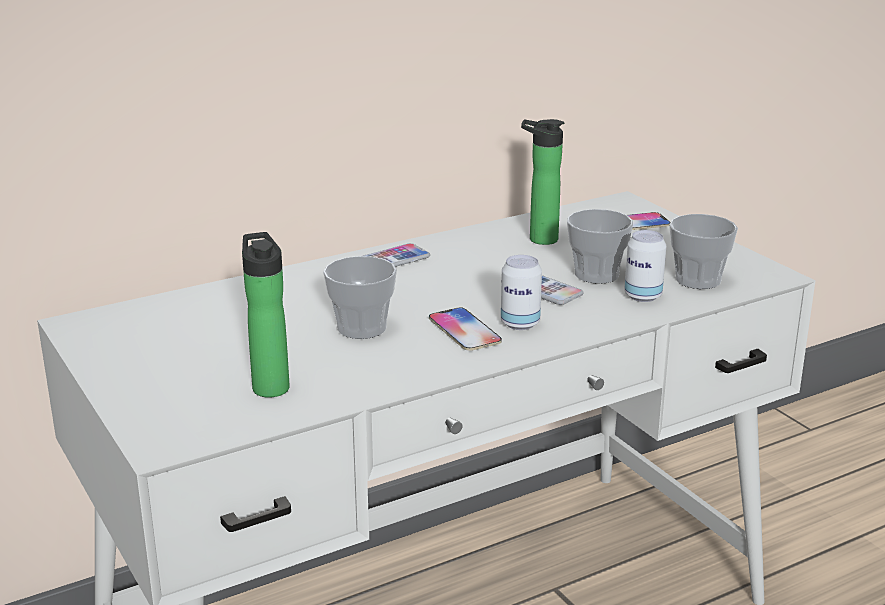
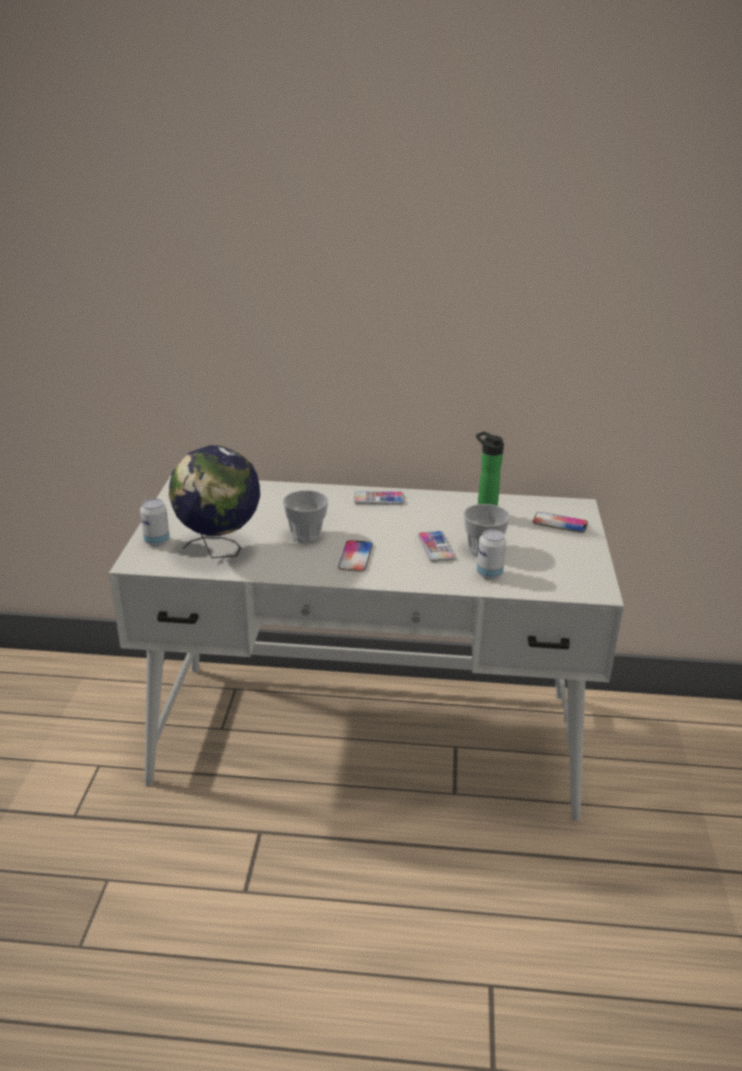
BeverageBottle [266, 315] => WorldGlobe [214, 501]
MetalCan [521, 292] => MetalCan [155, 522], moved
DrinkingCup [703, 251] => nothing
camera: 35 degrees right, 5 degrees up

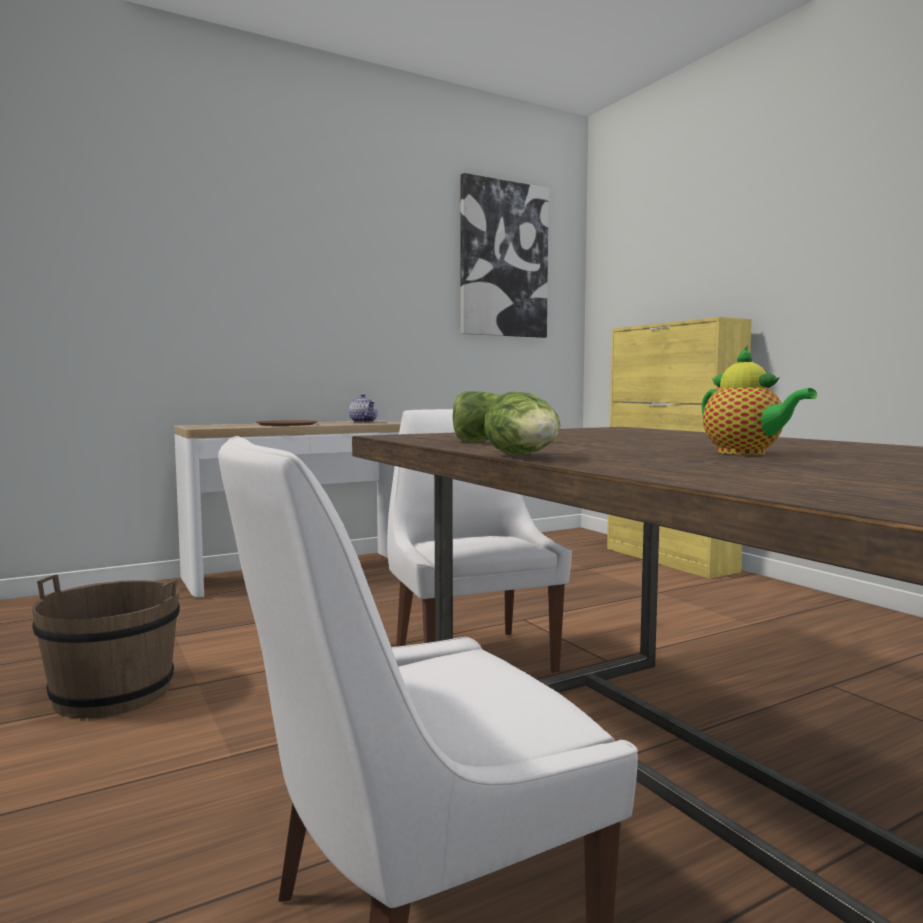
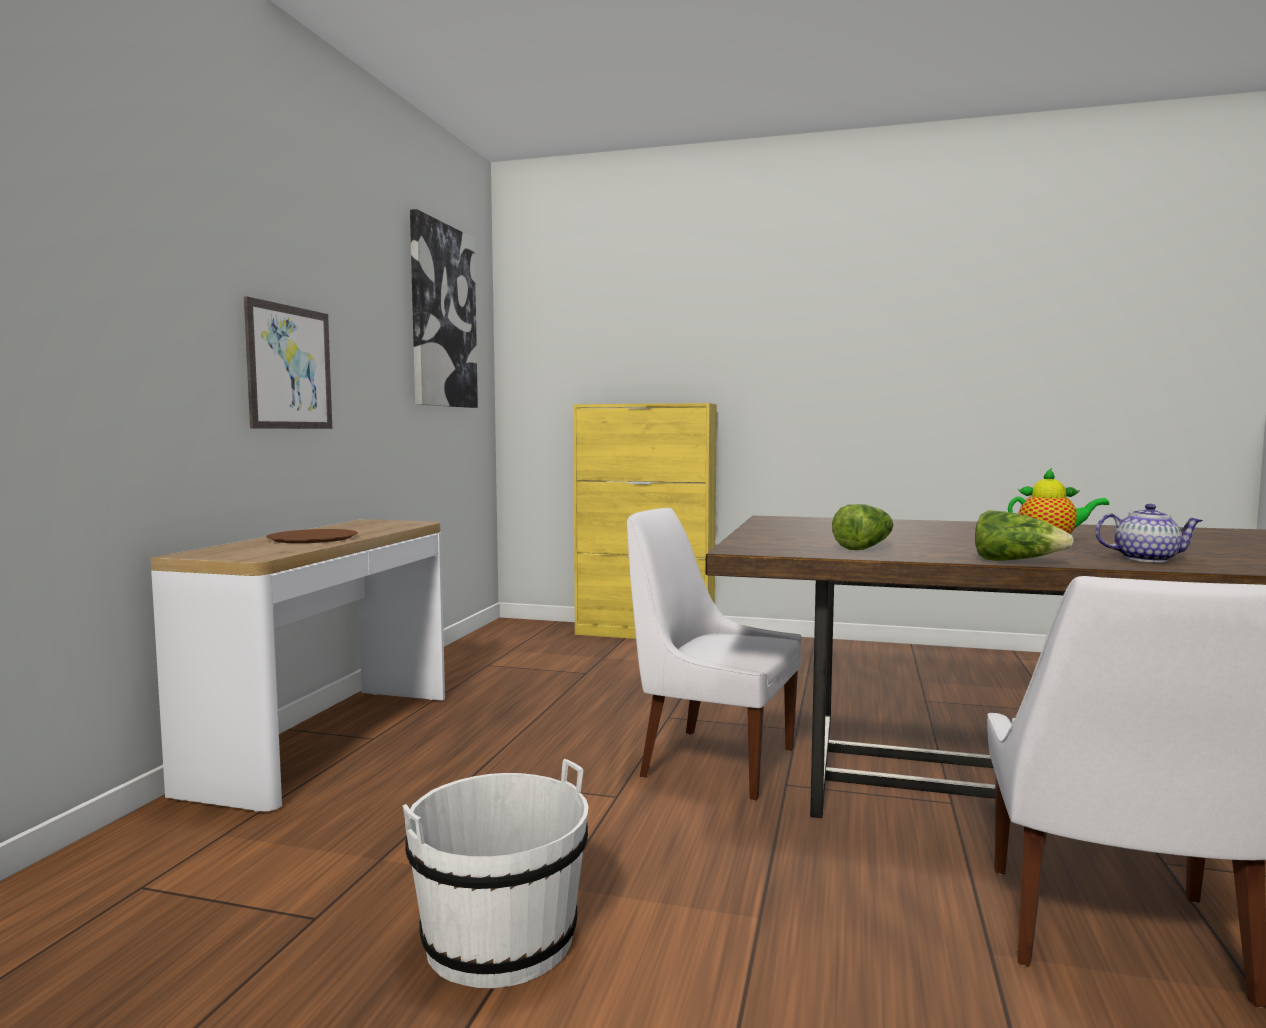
BrownishWaterBucket [106, 646] => WhiteColouredWaterBucket [496, 873]
TeaPot [363, 408] => TeaPot [1149, 533], moved
nothing => WallPicture [288, 362]
camera: 45 degrees left, 0 degrees up

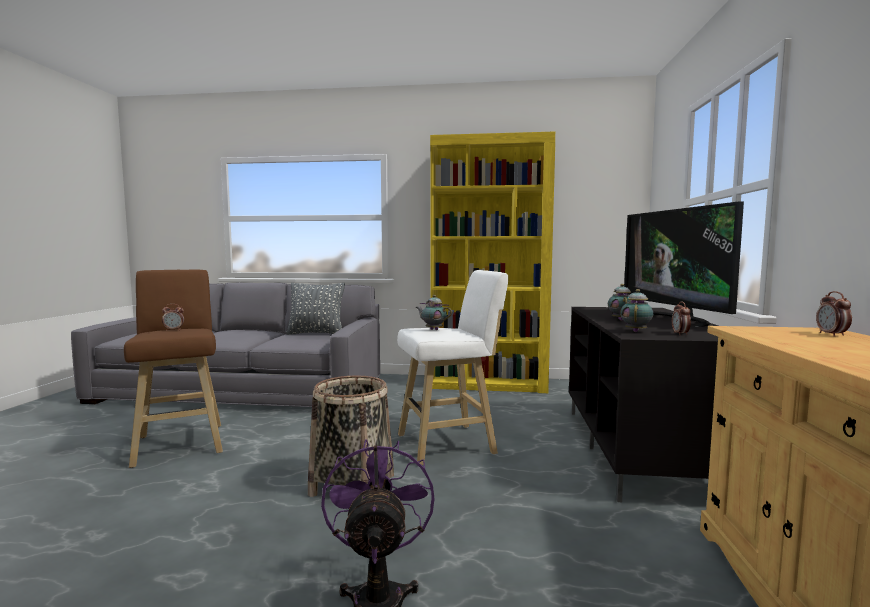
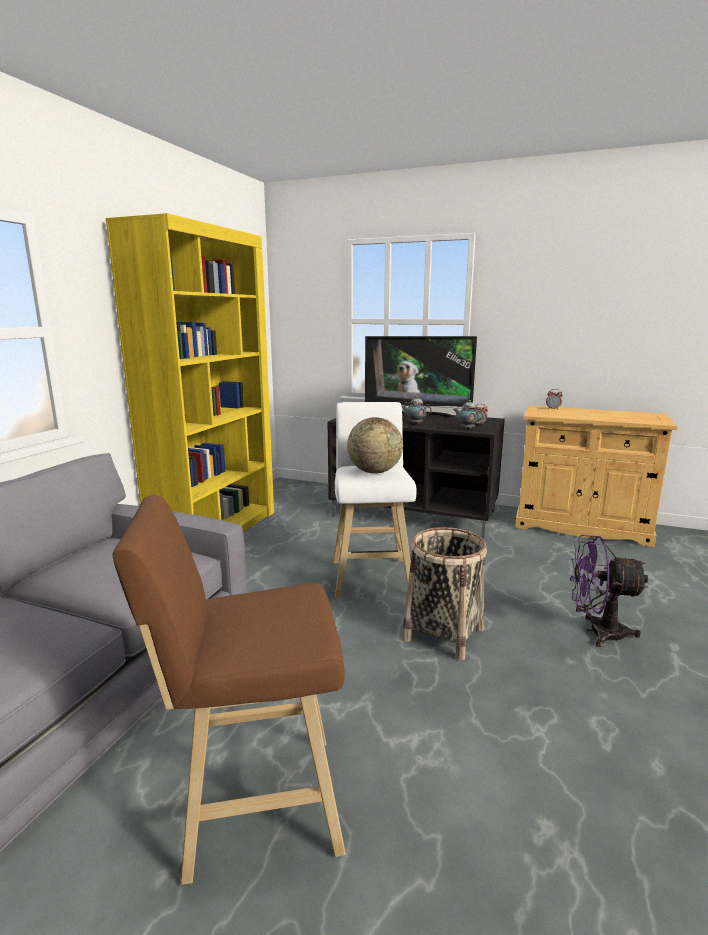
TableClock [173, 317] => nothing
GreyishPillow [315, 309] => nothing
TeaPot [434, 312] => WorldGlobe [375, 445]
camera: 75 degrees left, 10 degrees up

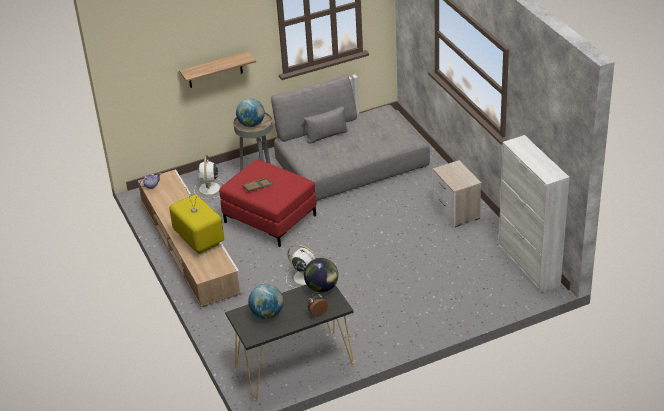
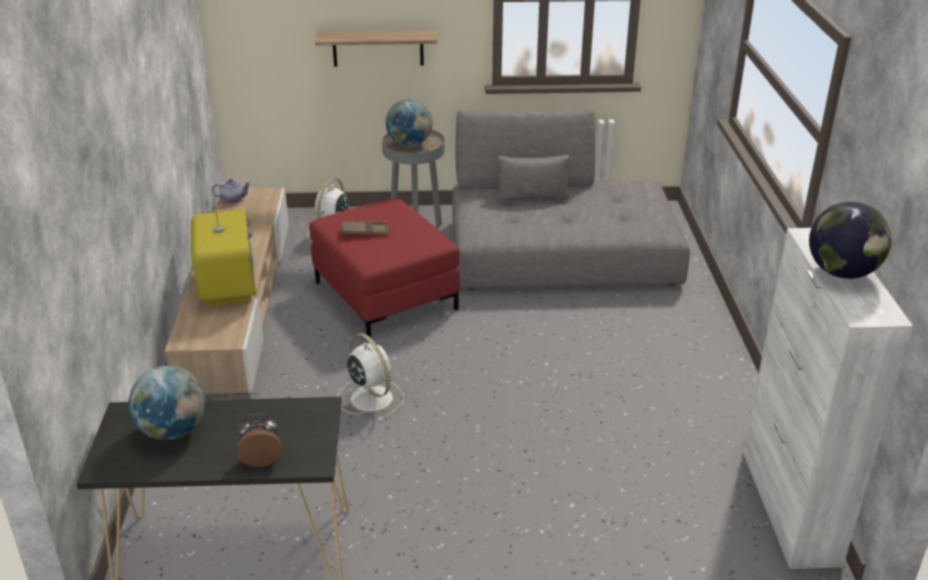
WorldGlobe [321, 275] => WorldGlobe [850, 240], moved
BedsideTable [457, 193] => nothing
camera: 20 degrees right, 5 degrees down

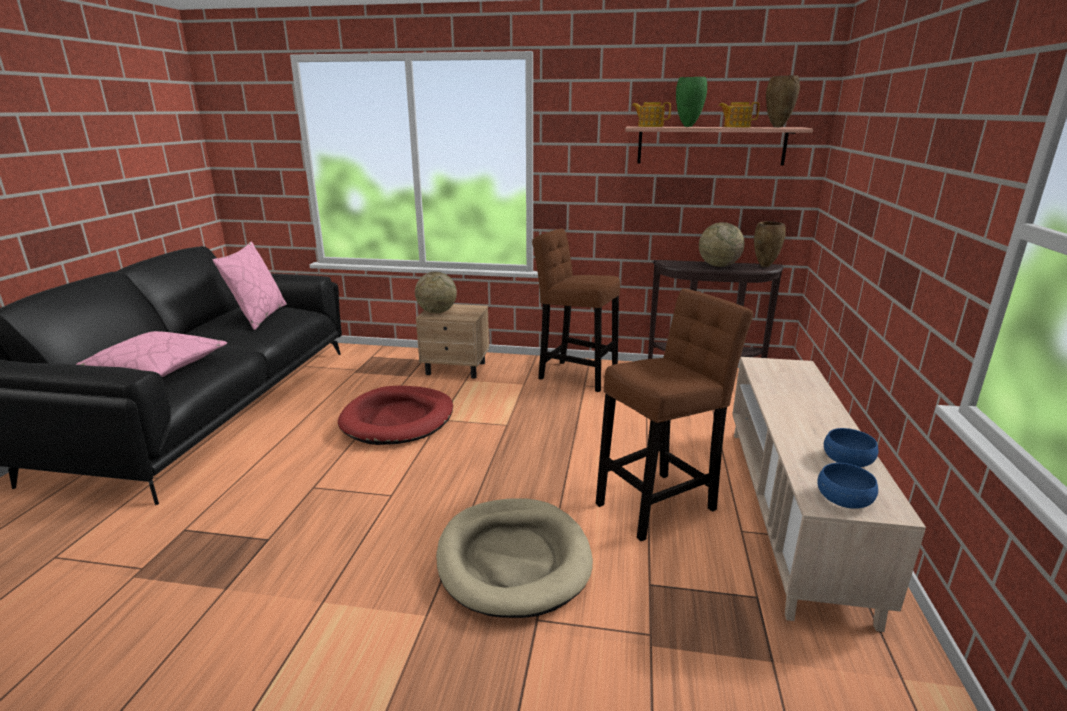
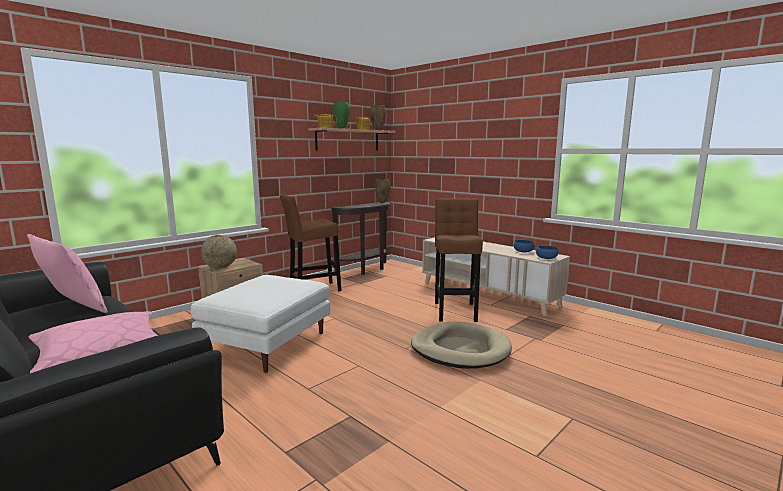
RedColouredDogCushion [395, 415] => WhiteColouredOttoman [260, 324]
WorldGlobe [721, 244] => nothing
camera: 55 degrees left, 10 degrees down

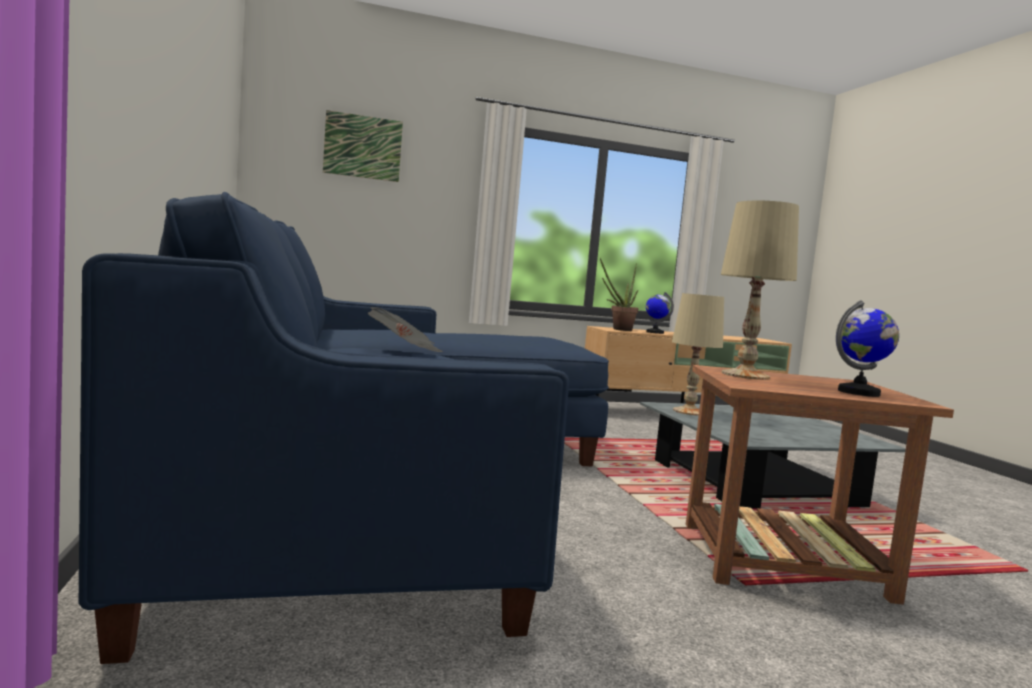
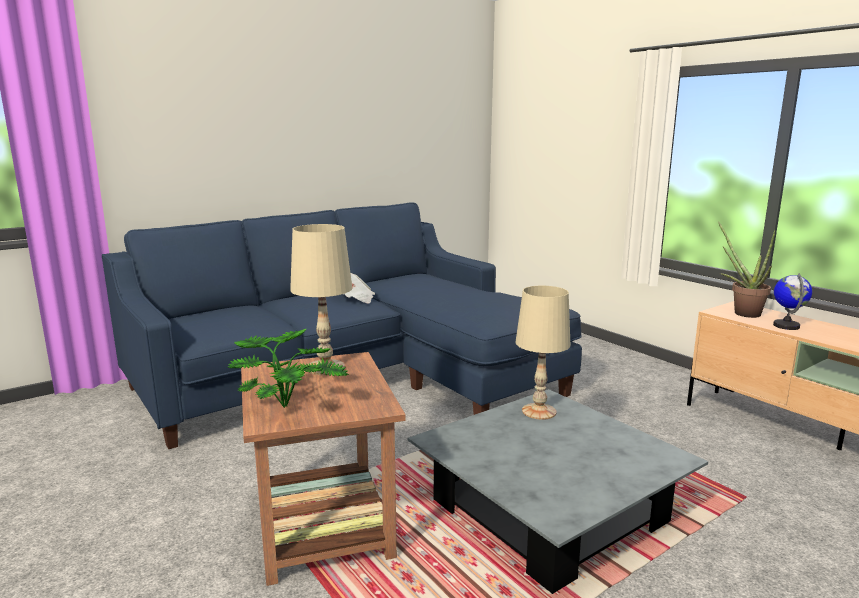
WallPicture [363, 146] => nothing
WorldGlobe [867, 348] => PottedPlant [288, 368]
camera: 70 degrees right, 10 degrees up

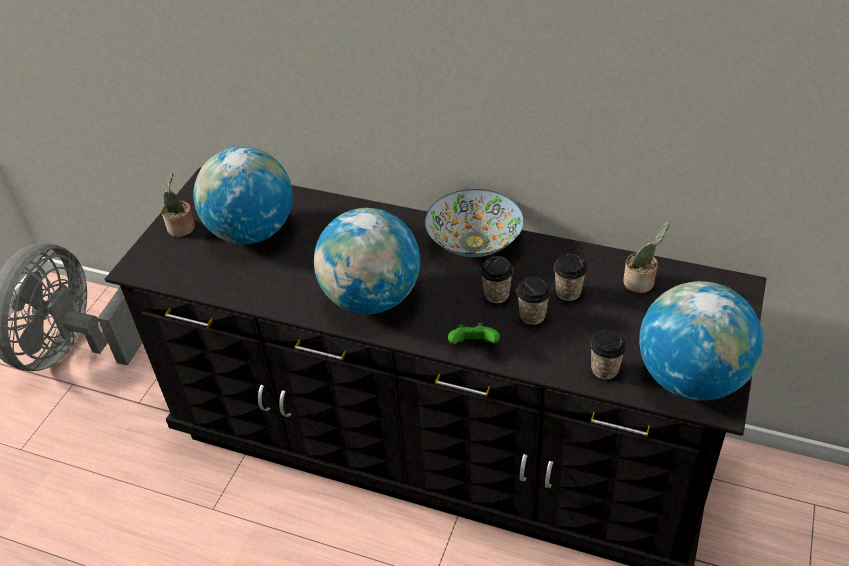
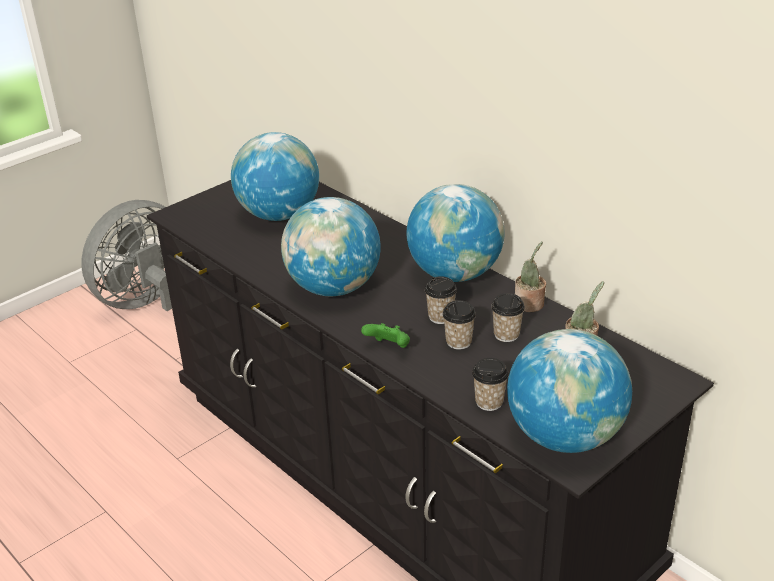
PottedPlant [178, 205] => PottedPlant [530, 277], moved
Bowl [474, 223] => WorldGlobe [455, 233]
camera: 25 degrees right, 10 degrees down

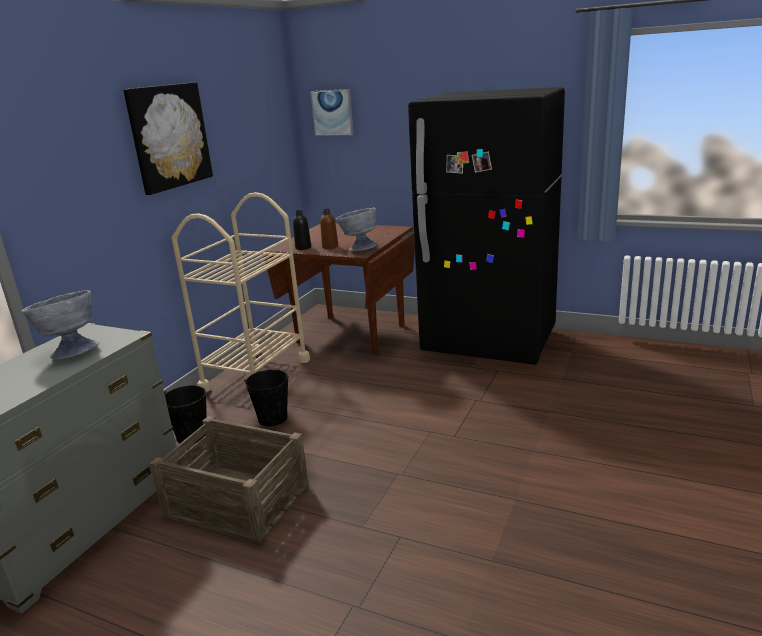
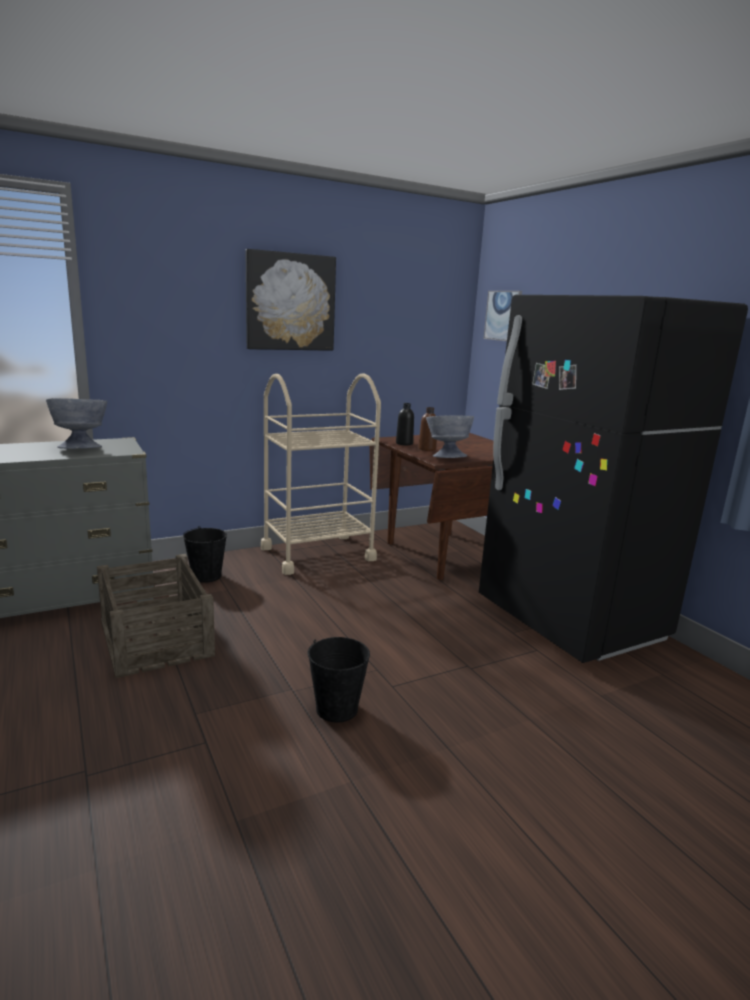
BlackishWaterBucket [266, 398] => BlackishWaterBucket [339, 680], moved
camera: 35 degrees right, 5 degrees down

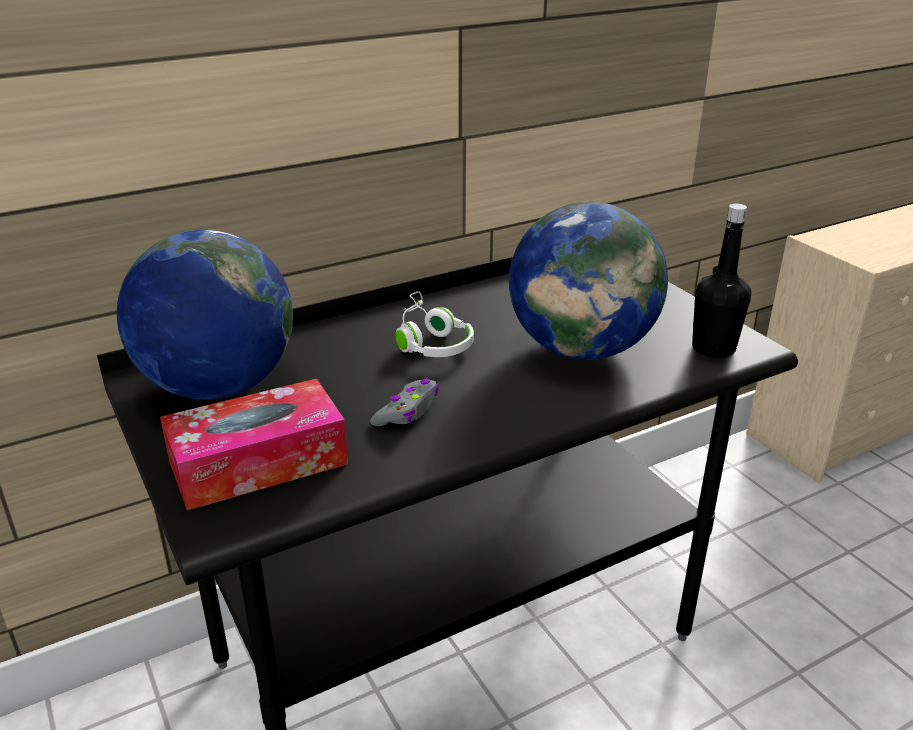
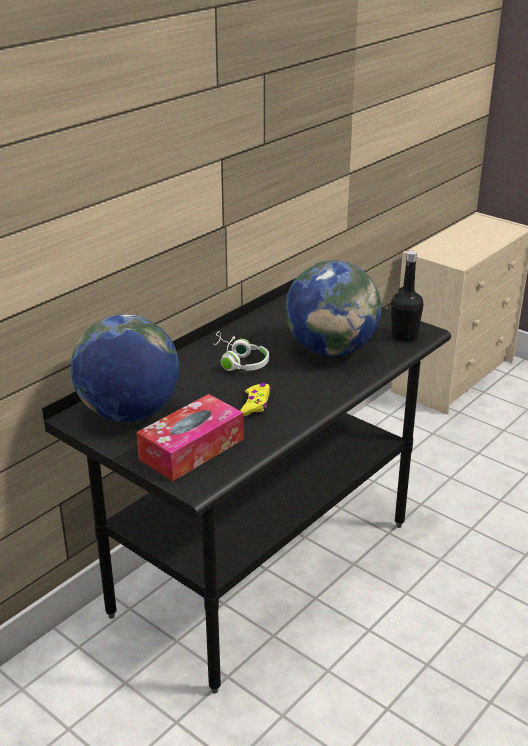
GreyishGamepad [404, 402] => YellowGamepad [255, 399]
camera: 20 degrees left, 0 degrees up

